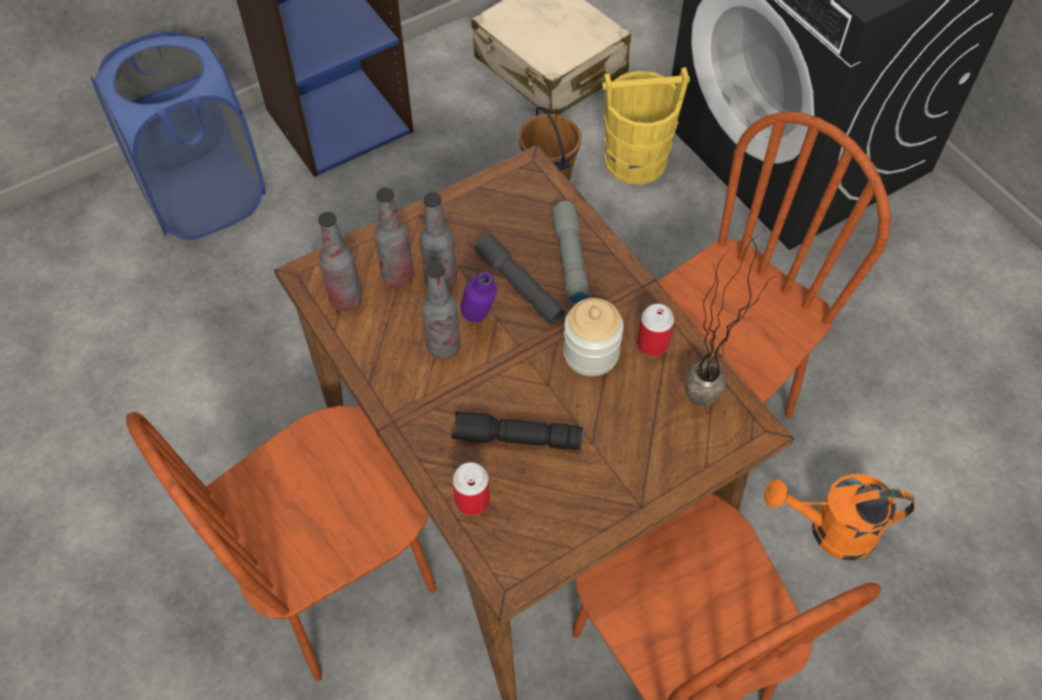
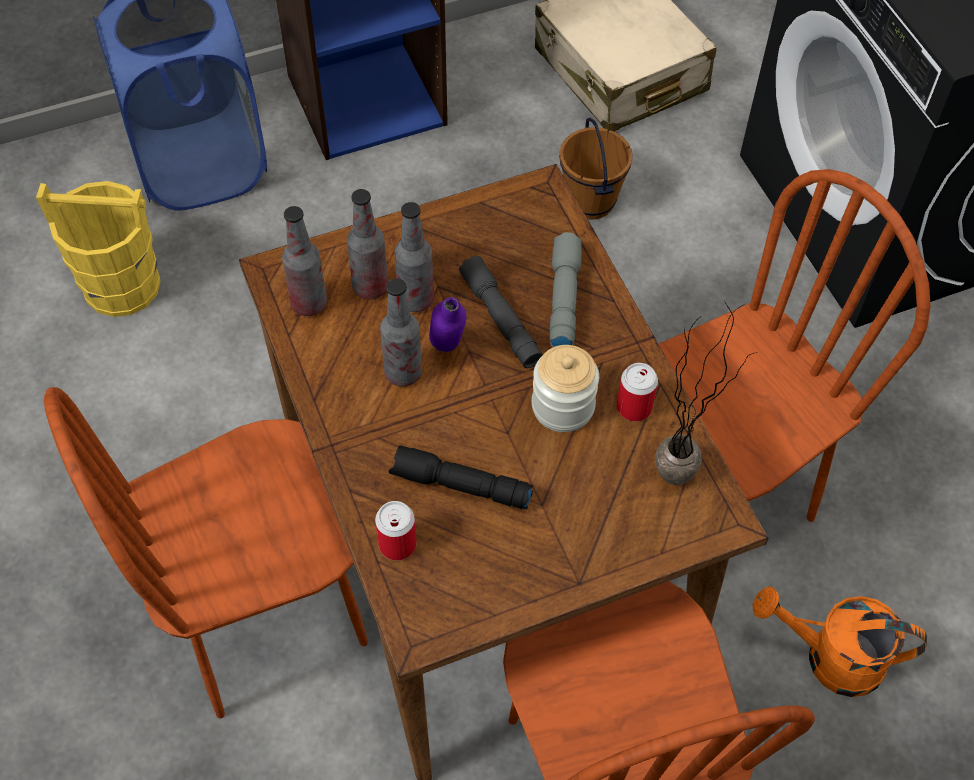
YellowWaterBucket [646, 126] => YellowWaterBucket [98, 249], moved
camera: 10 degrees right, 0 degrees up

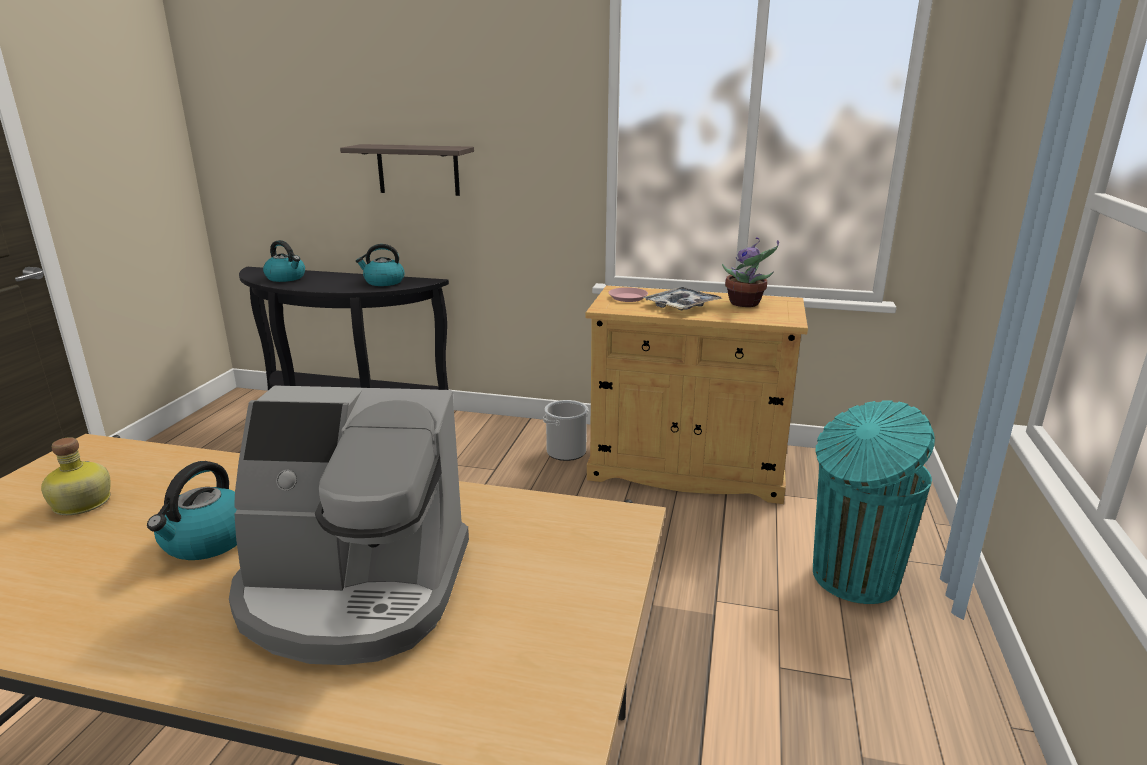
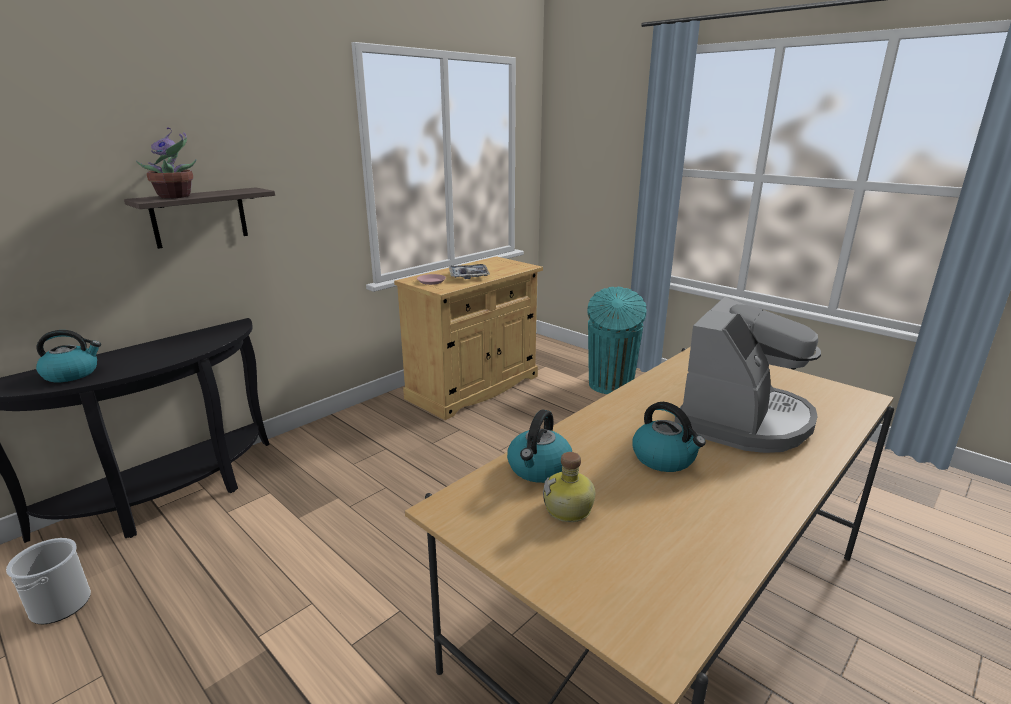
Kettle [380, 265] => Kettle [539, 446], moved
WaterBucket [566, 430] => WaterBucket [48, 581], moved
PottedPlant [750, 272] => PottedPlant [166, 162], moved
camera: 60 degrees left, 0 degrees up

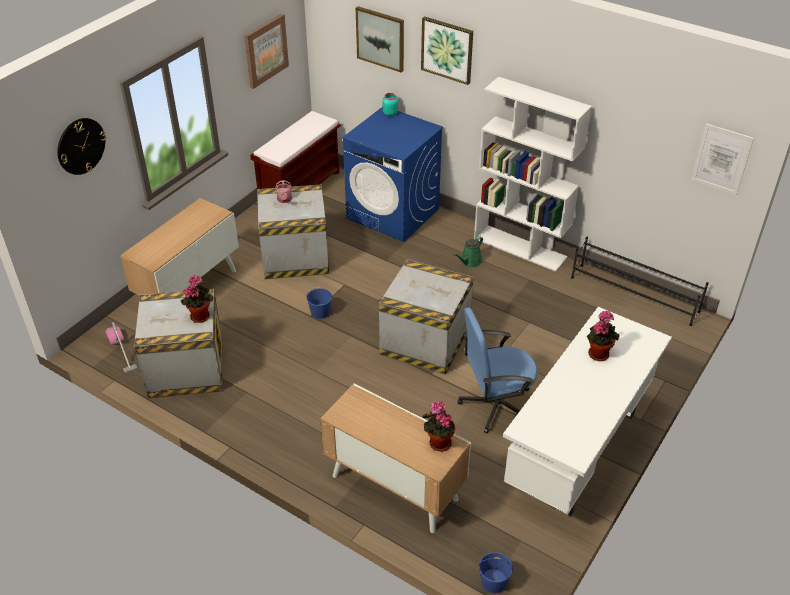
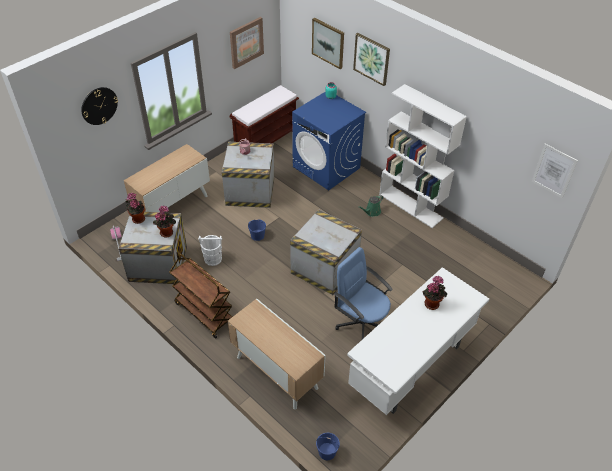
PottedPlant [438, 426] => PottedPlant [135, 208], moved
BluishOfficeChair [497, 370] => BluishOfficeChair [363, 293], 45 degrees clockwise
BlackishShoeRack [640, 281] => nothing
nothing => BrownishTrolley [200, 295]
nothing => WhiteColouredWaterBucket [210, 250]
camera: 10 degrees right, 5 degrees up

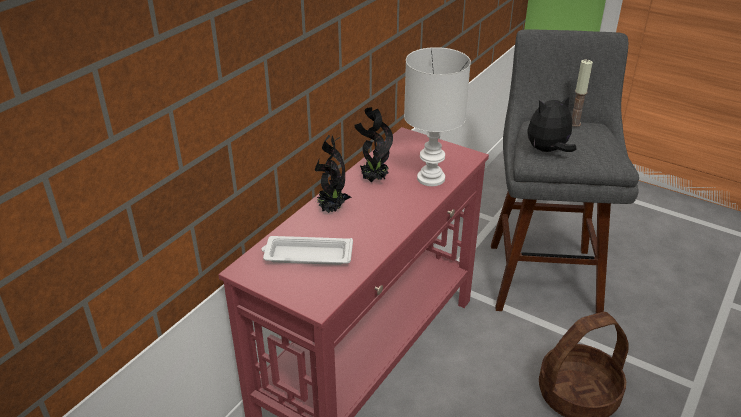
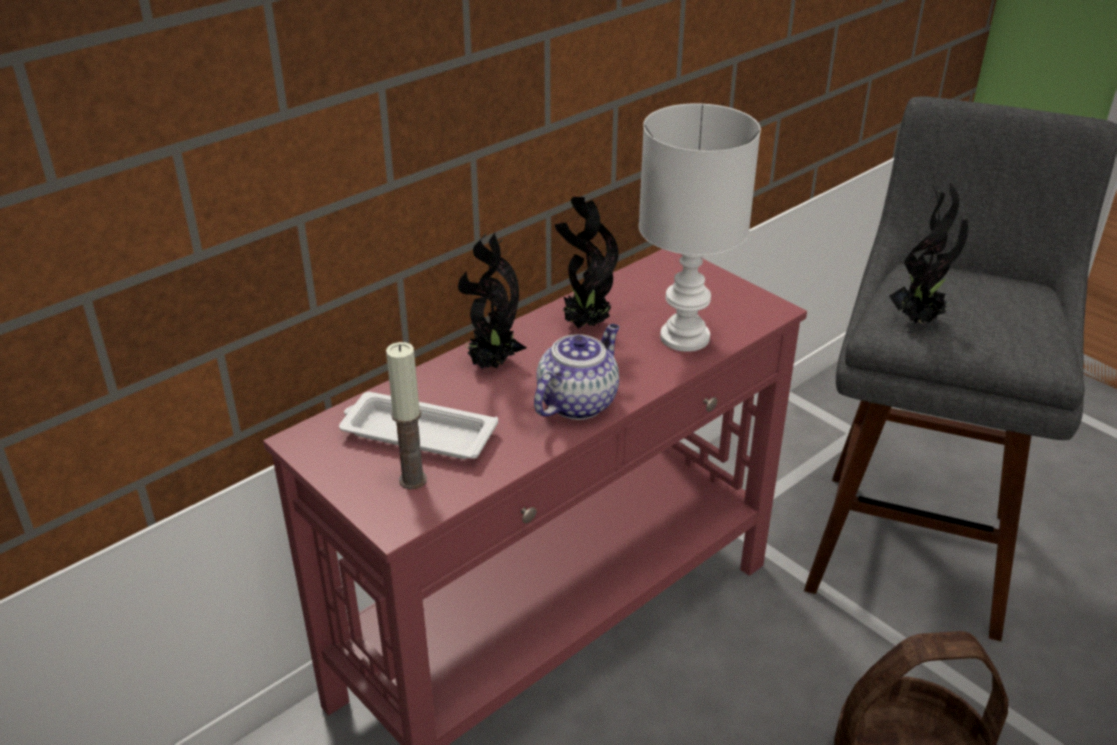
PlushToy [552, 123] => PottedPlant [928, 253]
Candle [582, 93] => Candle [406, 416], moved
nothing => TeaPot [576, 372]
camera: 15 degrees right, 0 degrees up

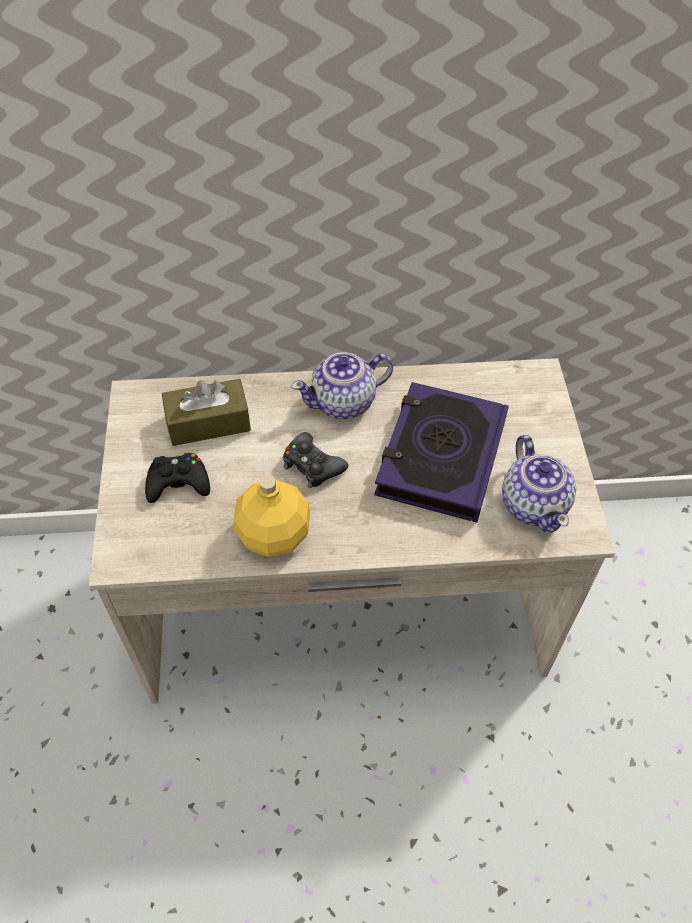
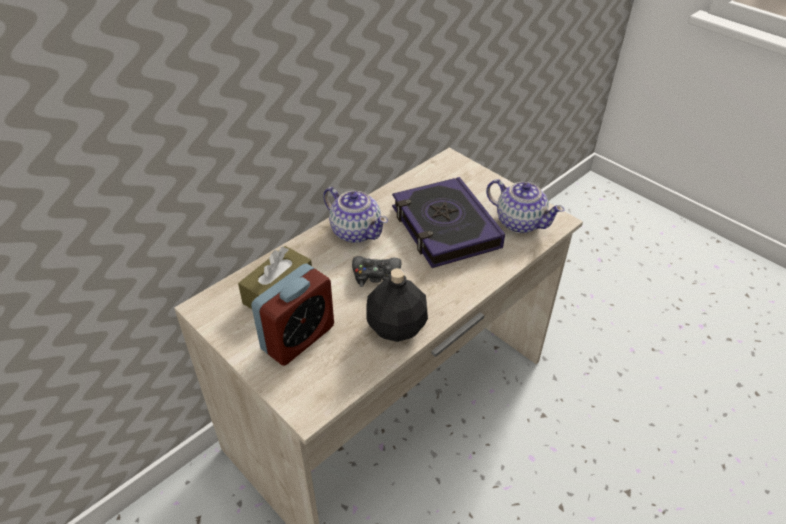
BlackishGamepad [177, 478] => TableClock [292, 315]
YellowBeverageBottle [271, 516] => BlackishBeverageBottle [397, 305]
TeaPot [342, 385] => TeaPot [355, 215], 75 degrees counterclockwise
camera: 40 degrees left, 10 degrees down

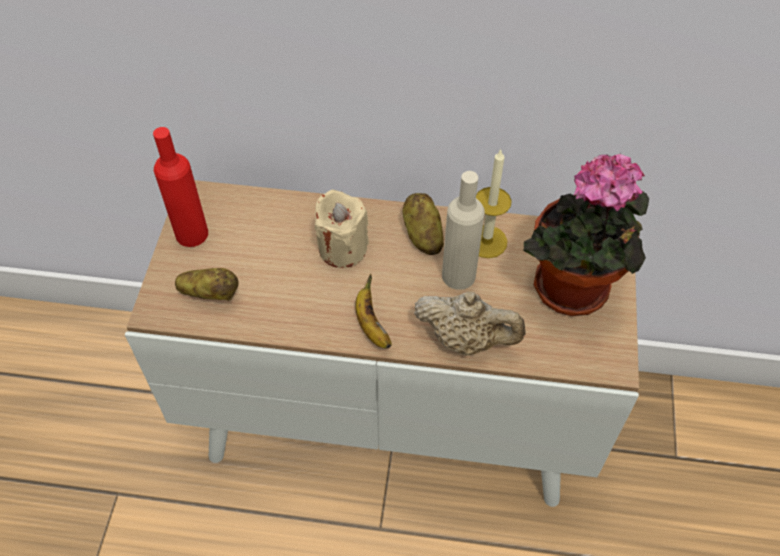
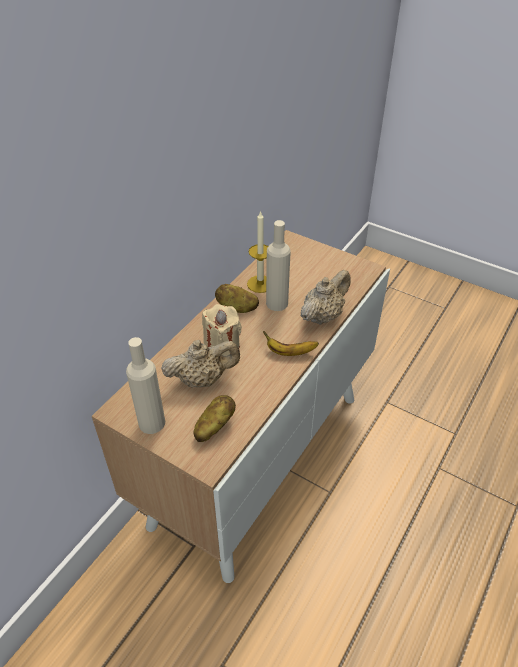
RedColouredBeverageBottle [180, 187] => SandColouredBeverageBottle [145, 385]
PottedPlant [586, 234] => nothing
nothing => SandColouredTeaPot [200, 364]
camera: 65 degrees left, 10 degrees down

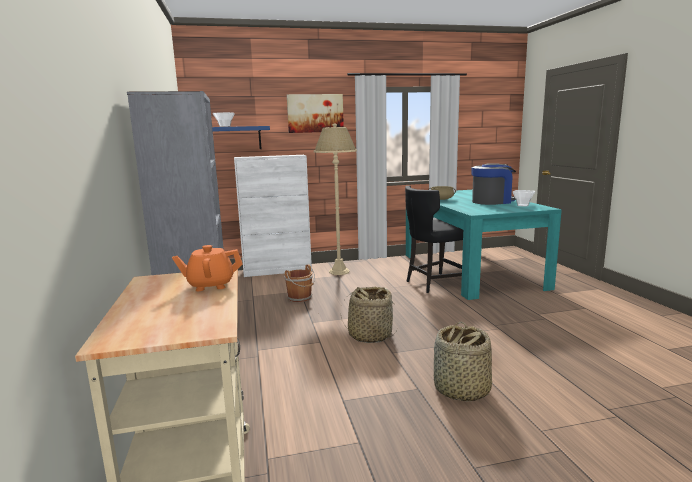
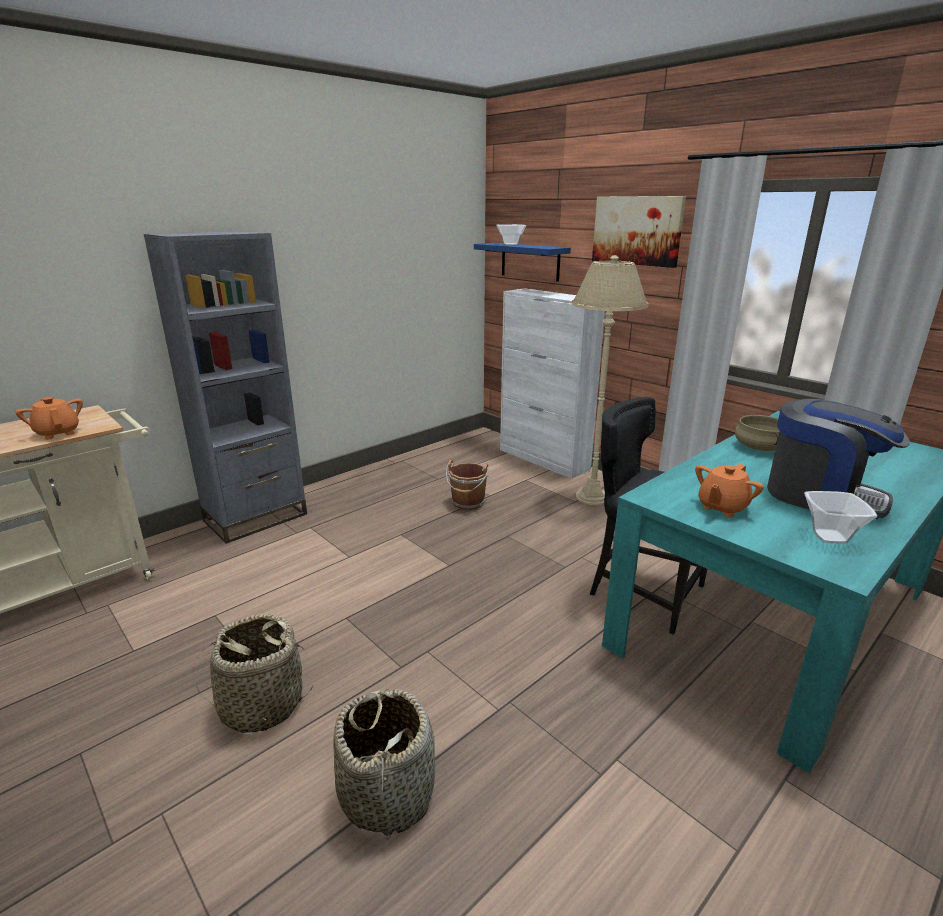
StorageBasket [368, 315] => StorageBasket [384, 764], moved
nothing => OrangeTeaPot [729, 490]
camera: 60 degrees right, 10 degrees up

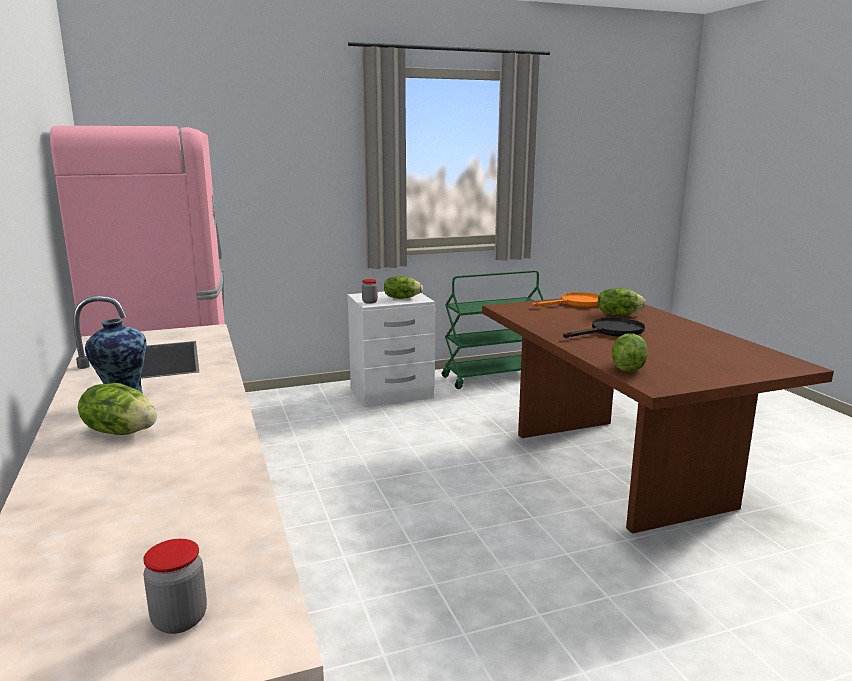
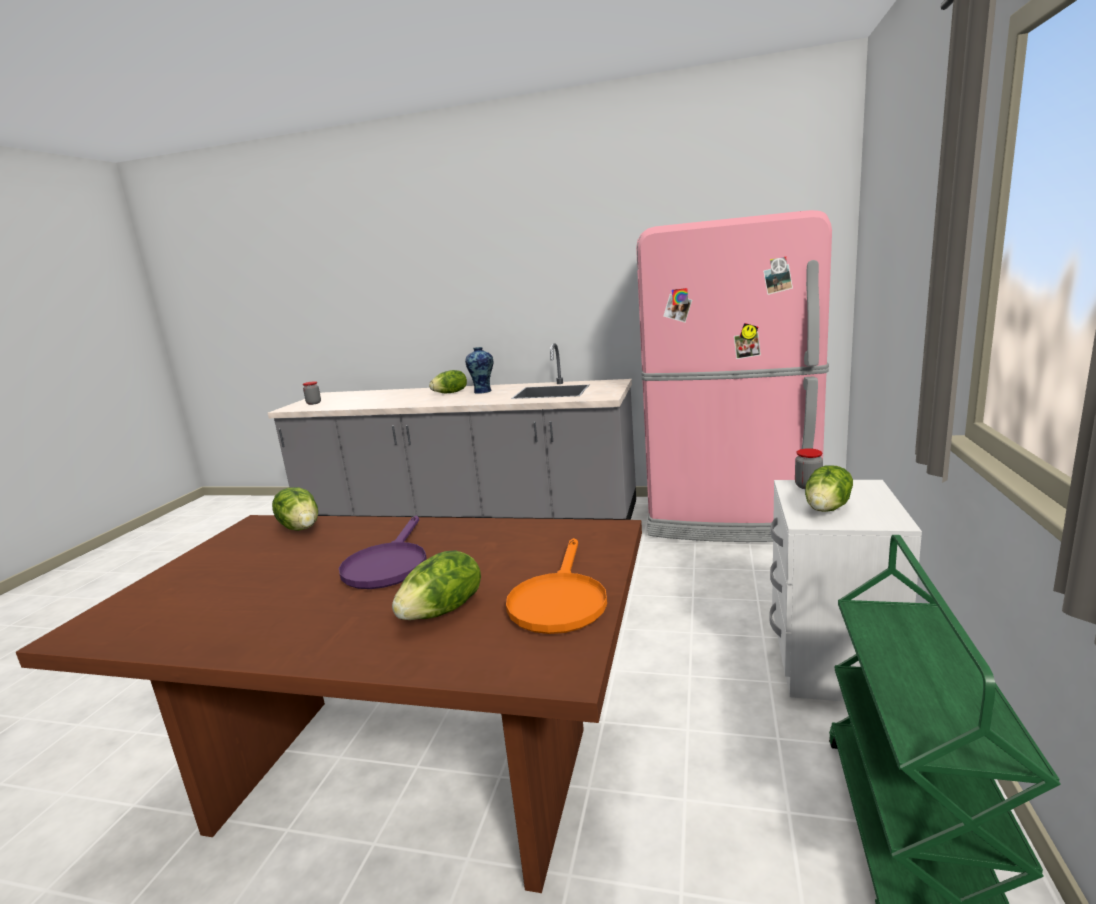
BlackishSkillet [604, 328] => PurpleSkillet [383, 552]
camera: 125 degrees right, 0 degrees up

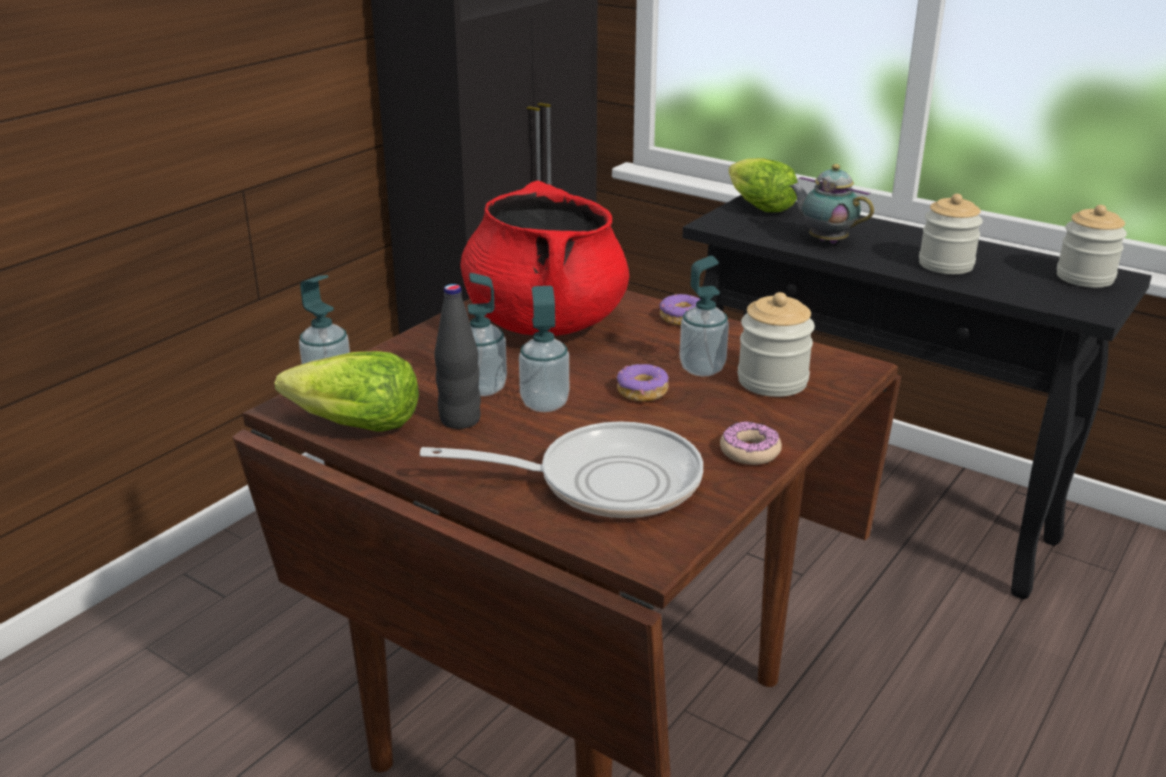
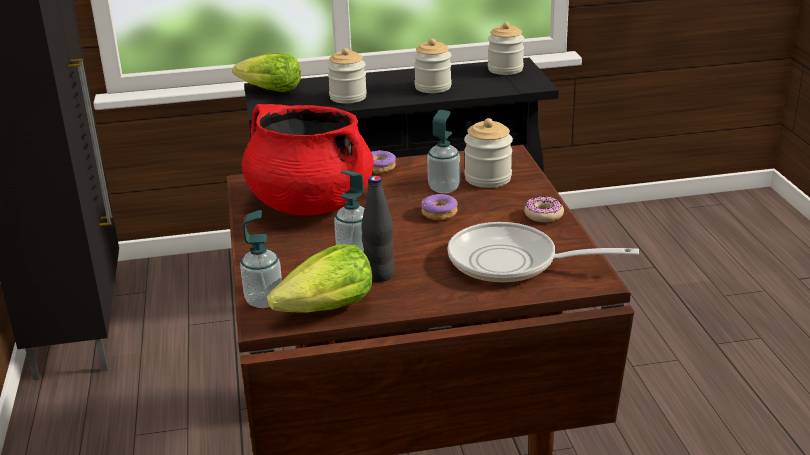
Skillet [561, 469] => Skillet [543, 252], 120 degrees counterclockwise
SoapBottle [544, 349] => nothing
TeaPot [832, 204] => PreserveJar [347, 76]
camera: 45 degrees left, 0 degrees up

